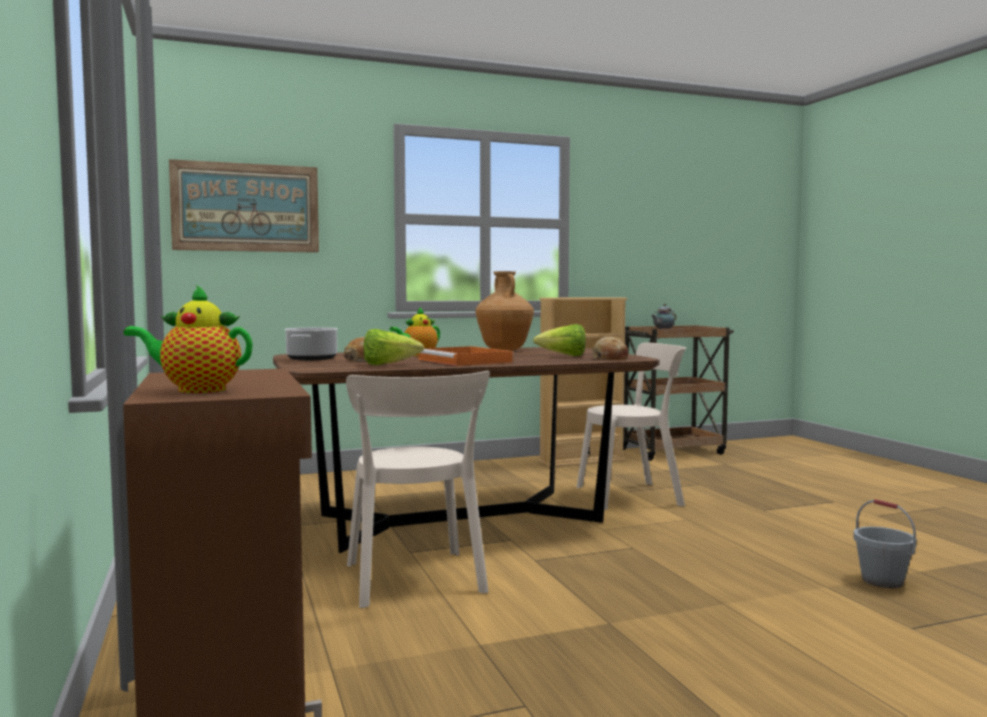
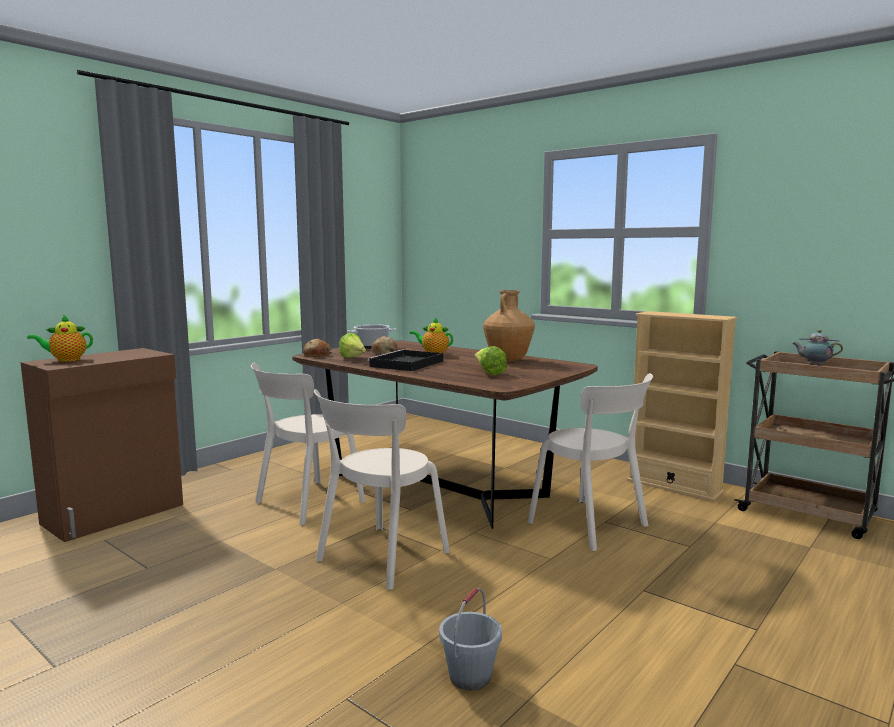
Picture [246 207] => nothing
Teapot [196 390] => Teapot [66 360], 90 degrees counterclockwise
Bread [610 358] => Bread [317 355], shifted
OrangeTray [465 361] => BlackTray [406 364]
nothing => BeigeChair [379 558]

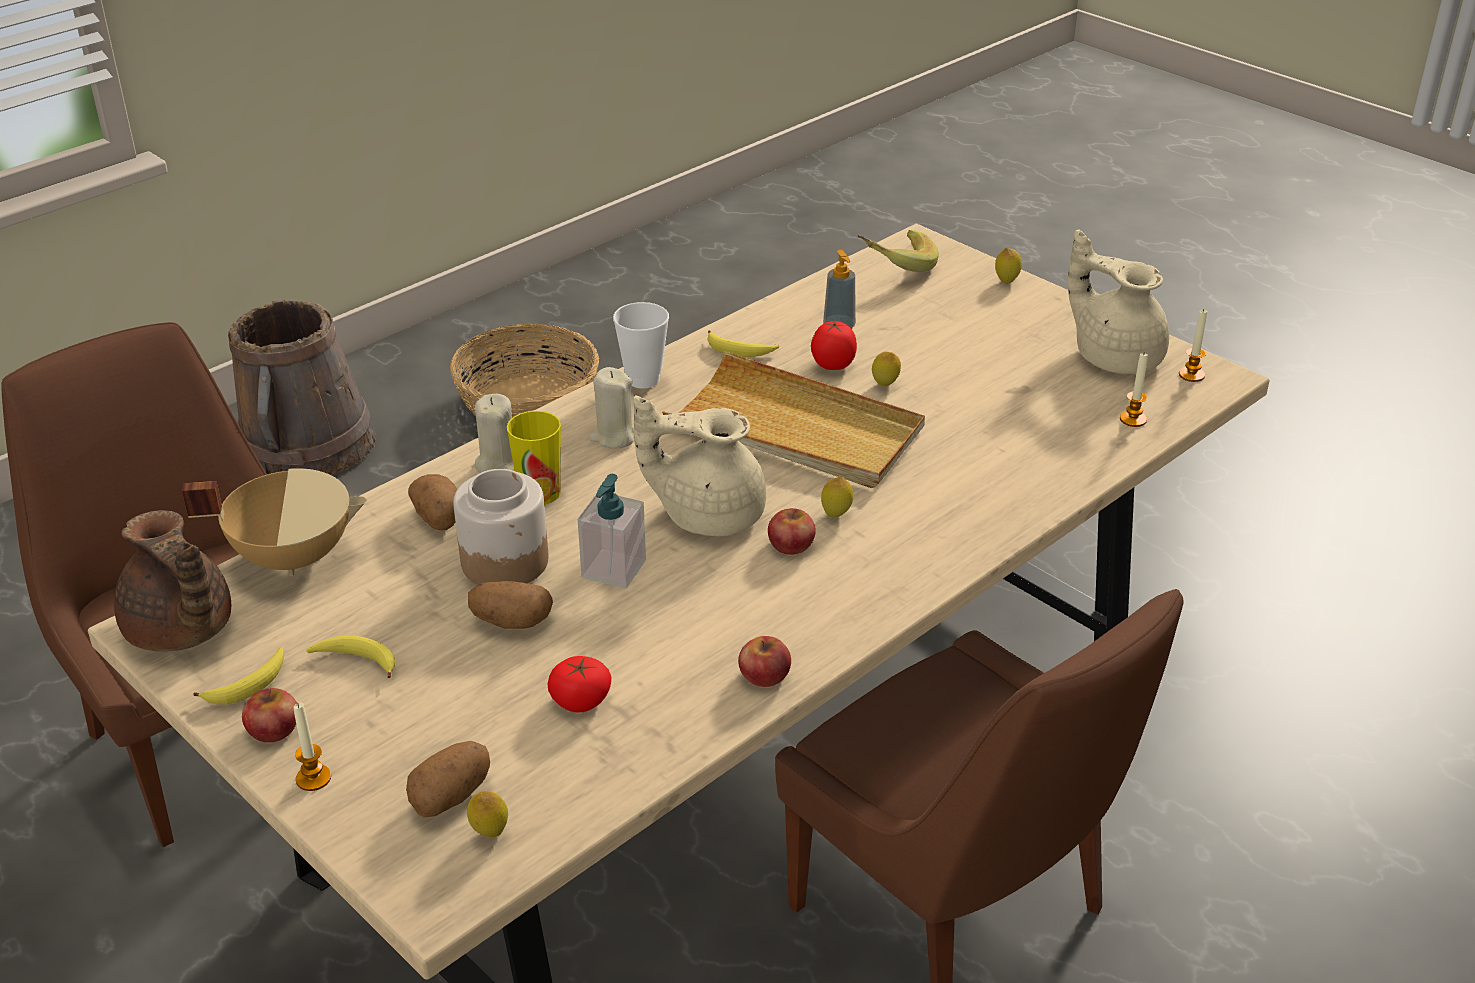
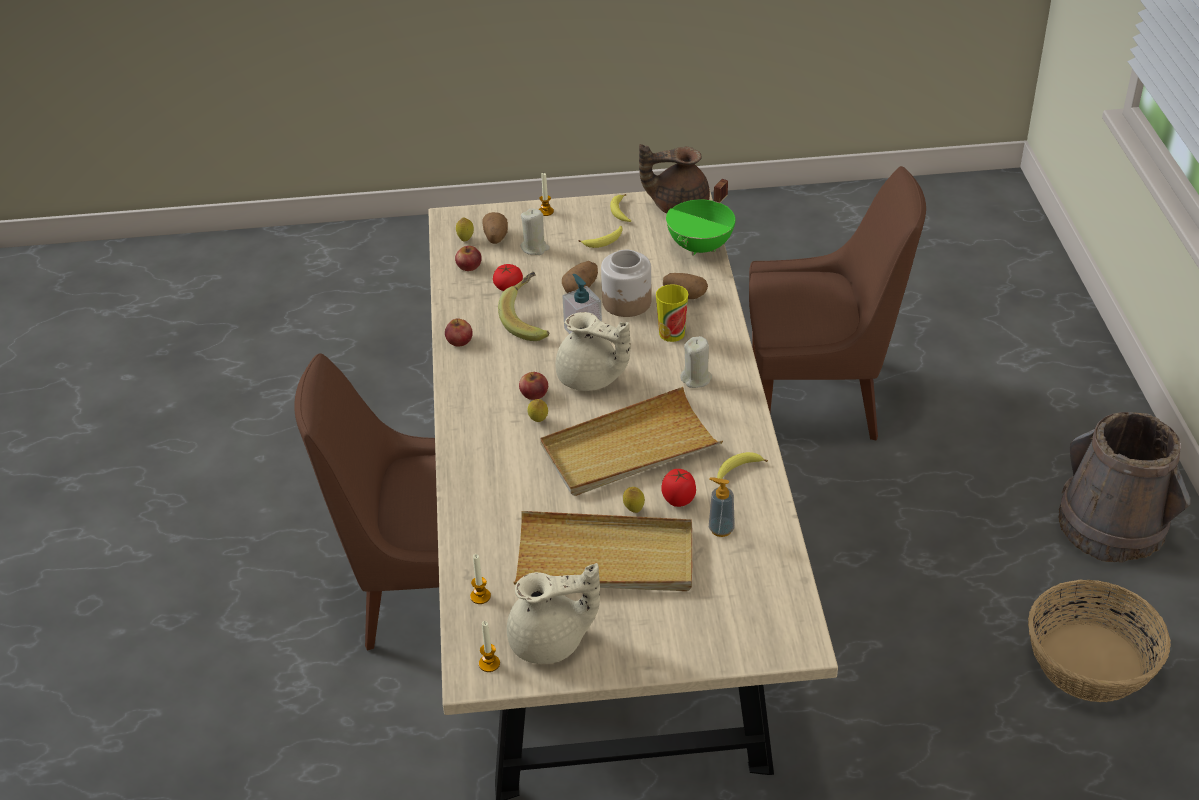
Banana [894 265] => Banana [530 320], shifted
Lemon [1006 281] => nothing
Cup [643 379] => nothing
BeigeCandle [497 463] => BeigeCandle [535 248], shifted
BeigeTeapot [708 513] => BeigeTeapot [590 379], 75 degrees clockwise
BeigeCookingPot [293 556] => GreenCookingPot [701 247]
Apple [273 729] => Apple [469 266], shifted
nothing => BeigeTray [605 558]

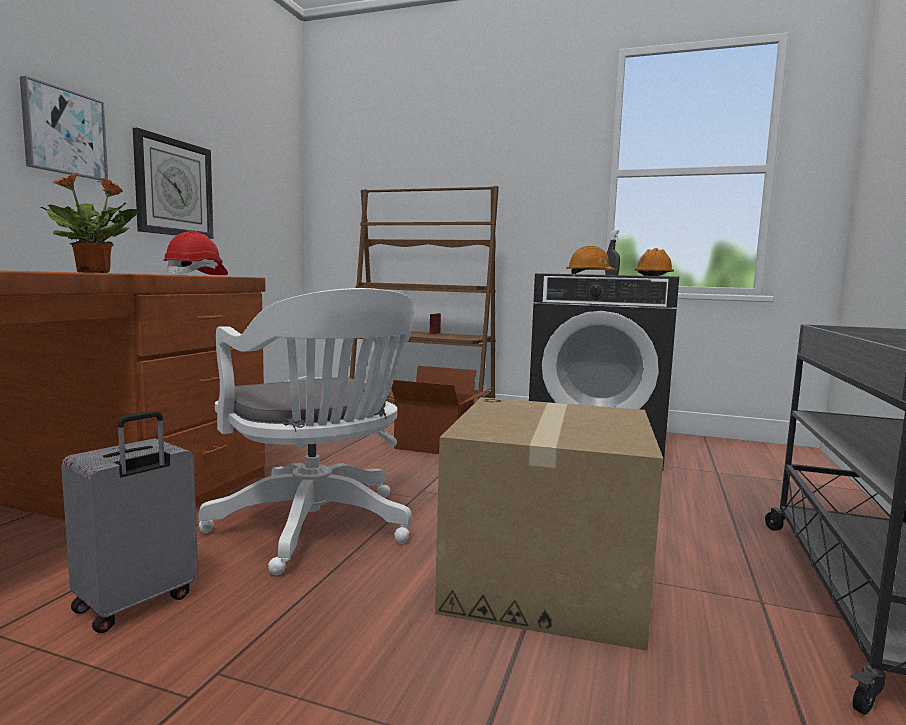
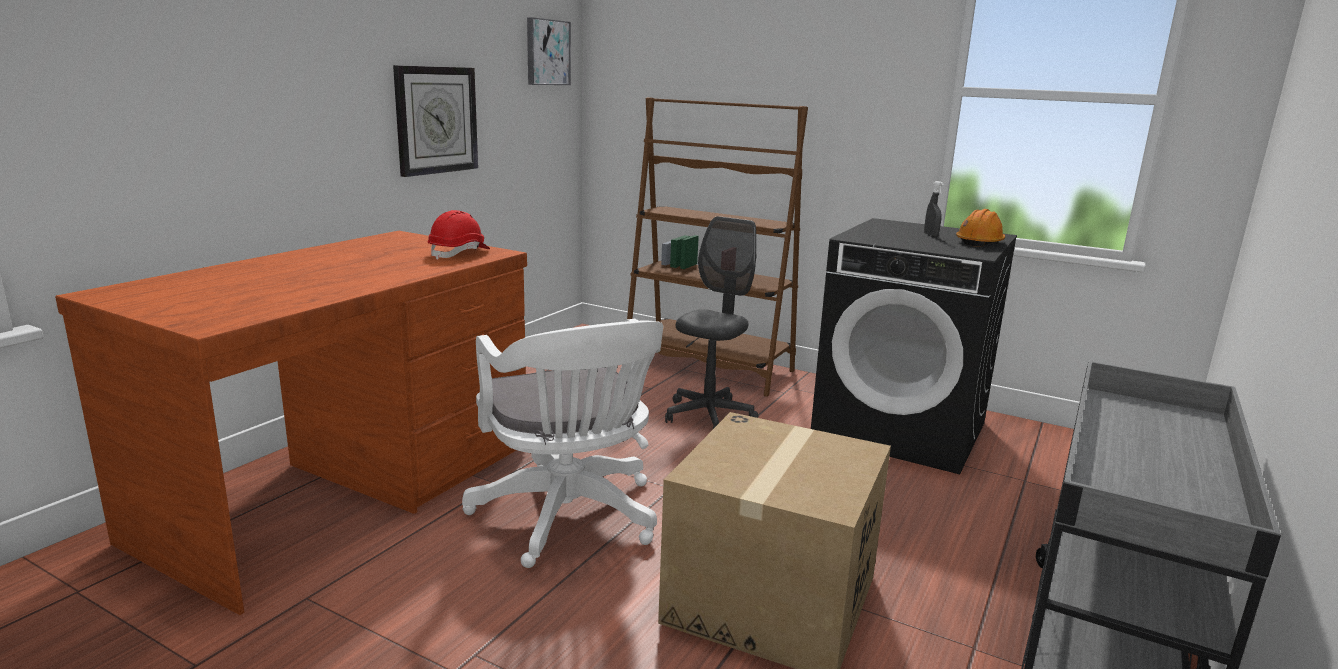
Picture [64 132] => Picture [547 52], shifted
PottedPlant [95 272] => nothing
OrangeHardHat [590 274] => nothing
CardboardBox [433 445] => GreyOfficeChair [709 416]
GreySuitcase [136 604] => nothing

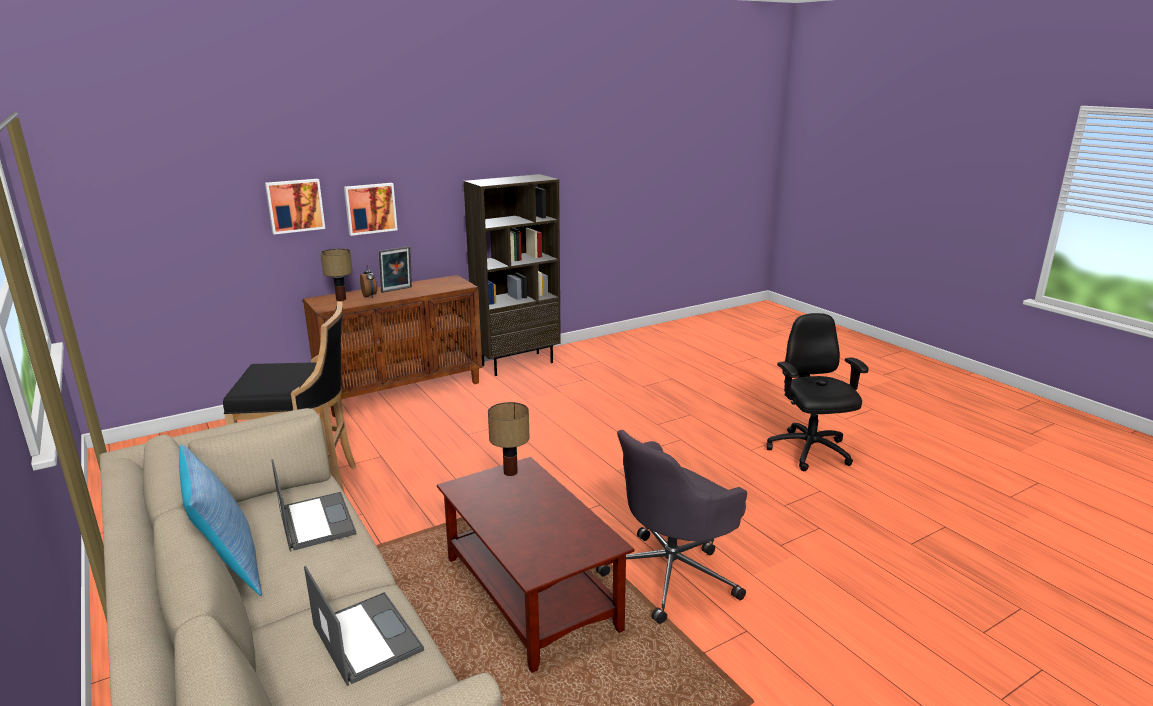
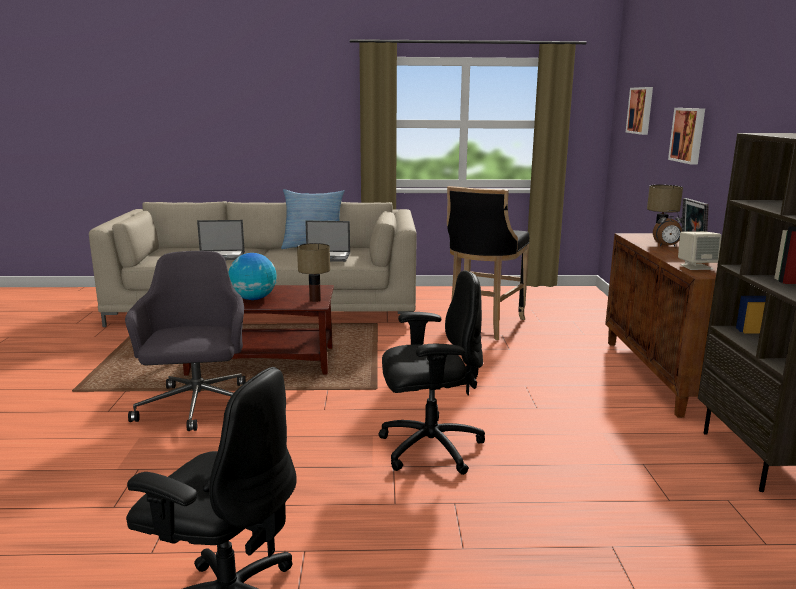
Picture [370 208] => Picture [641 110], shifted
nothing => BeigeSpeaker [696 267]
nothing => Globe [253 299]
nothing => BlackOfficeChair [429 448]

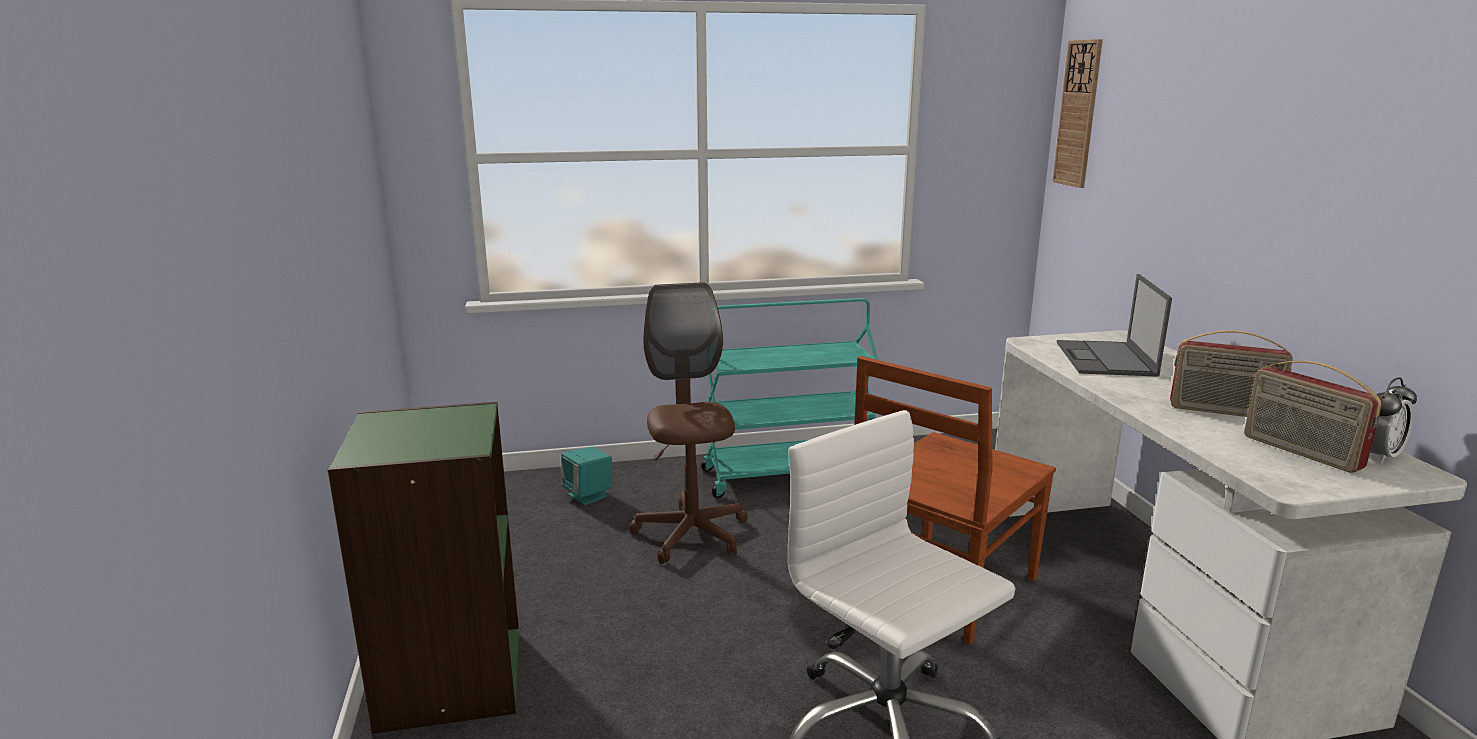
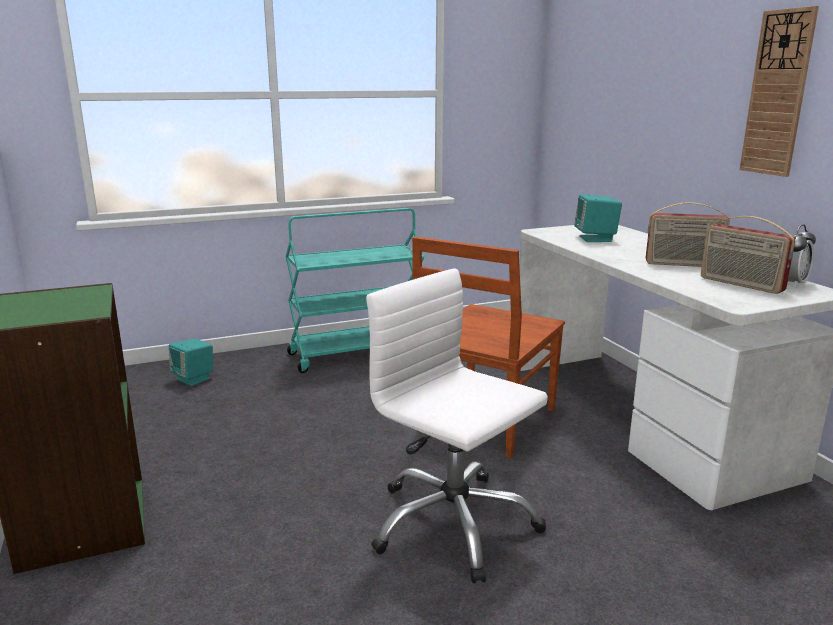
WallClock [1078 114] => WallClock [778 93], shifted
Laptop [1106 359] => TurquoiseSpeaker [595 239]
BrownOfficeChair [691 535] => nothing

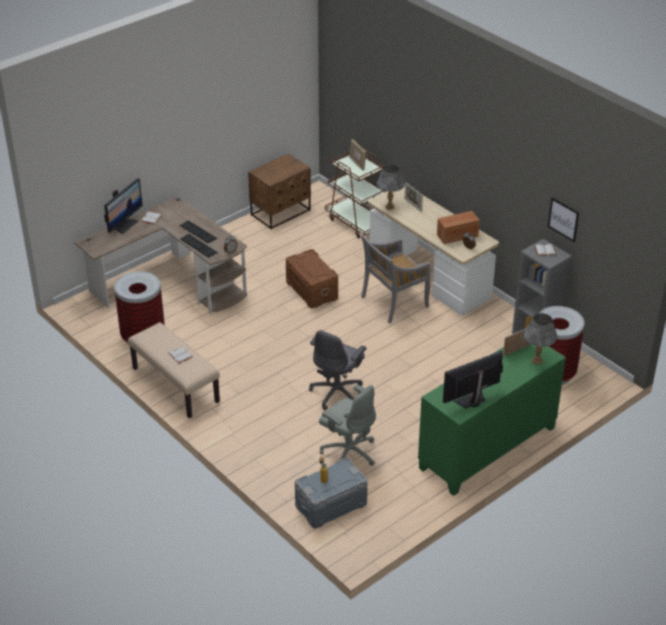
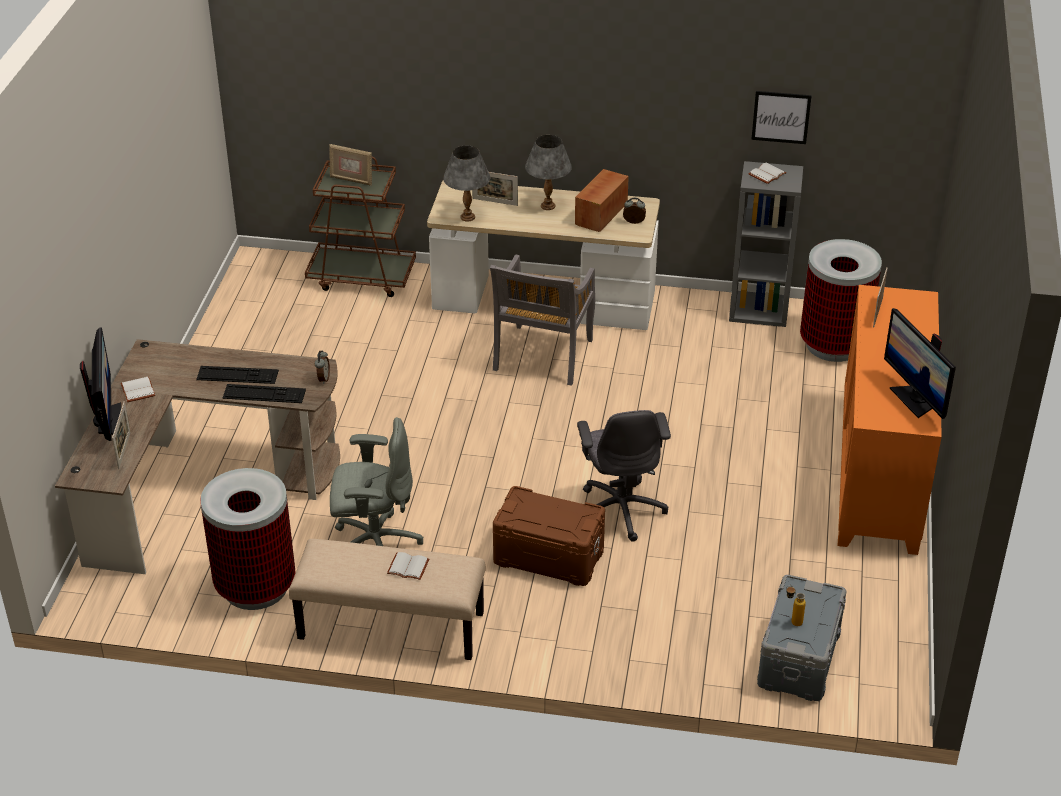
BrownNightstand [281 213] => nothing
BrownStorageBox [312 290] => BrownStorageBox [549 555], shifted
GreyTableLamp [537 361] => GreyTableLamp [548 206], shifted
GreenCabinet [488 448] => OrangeCabinet [880 474]
Monitor [472 401] => Monitor [915 399], 45 degrees counterclockwise
GreyOfficeChair [348 452] => GreyOfficeChair [374 545], shifted
nothing => PictureFrame [124 450]

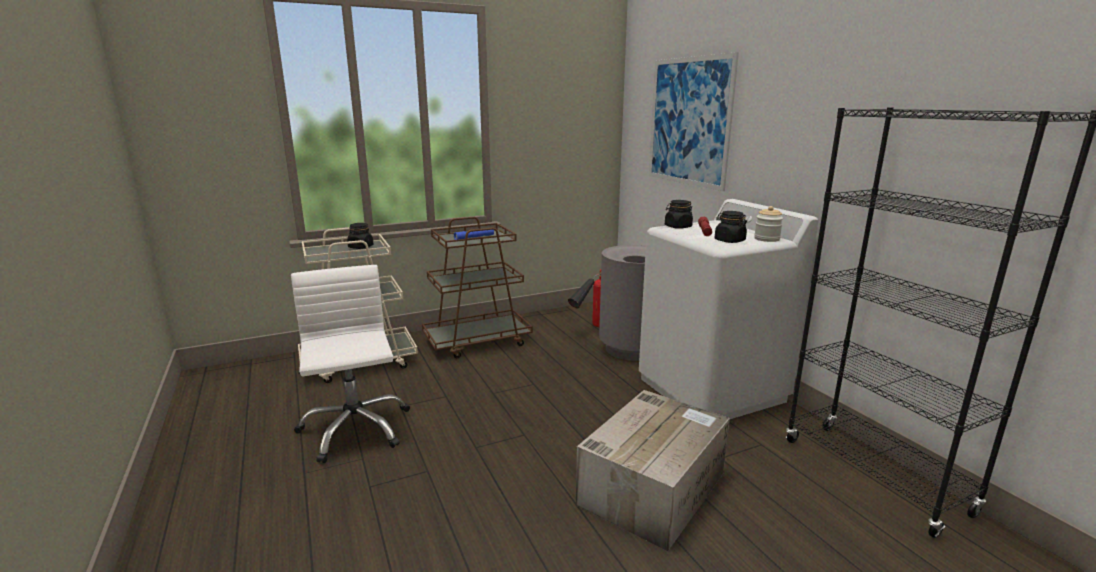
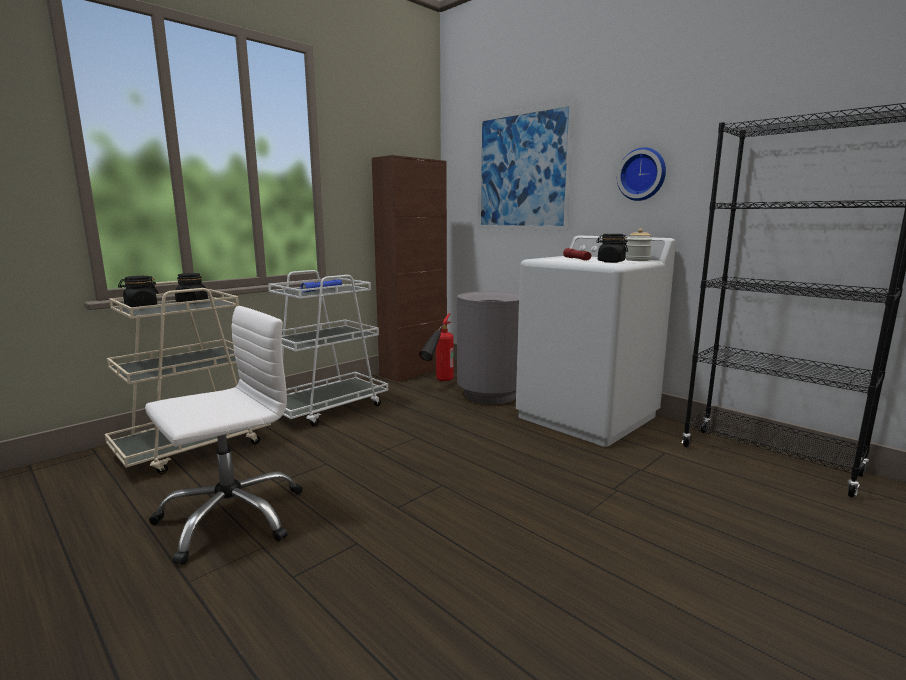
BlackJar [678 227] => BlackJar [141 306], shifted
BrownCart [478 341] => WhiteCart [328 408]
WhiteOfficeChair [354 429] => WhiteOfficeChair [231 517], 90 degrees clockwise
CardboardBox [653 487] => nothing
nothing => WallClock [642 174]
nothing => BrownCabinet [414 371]

